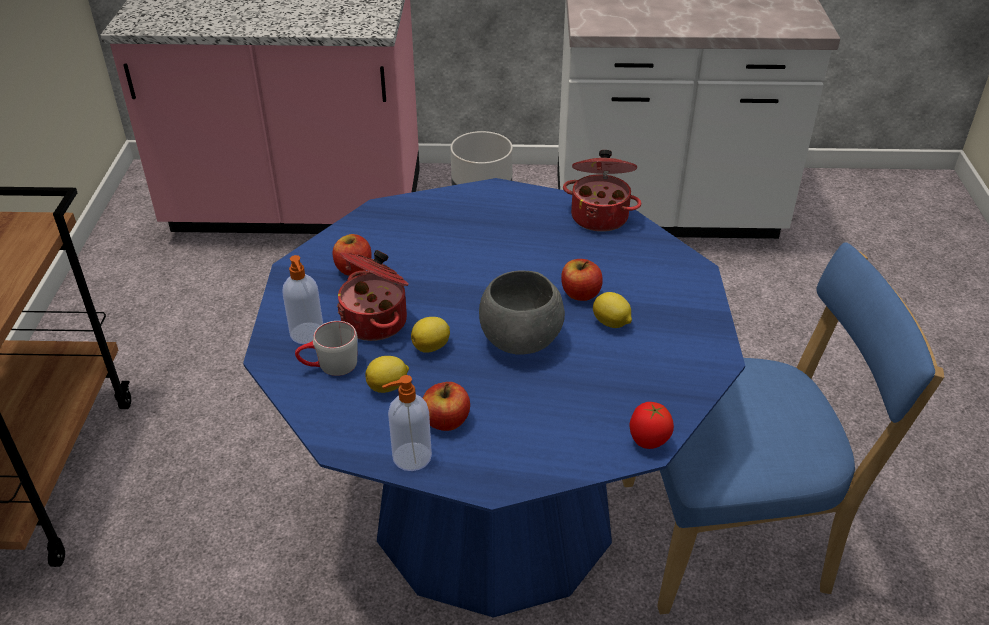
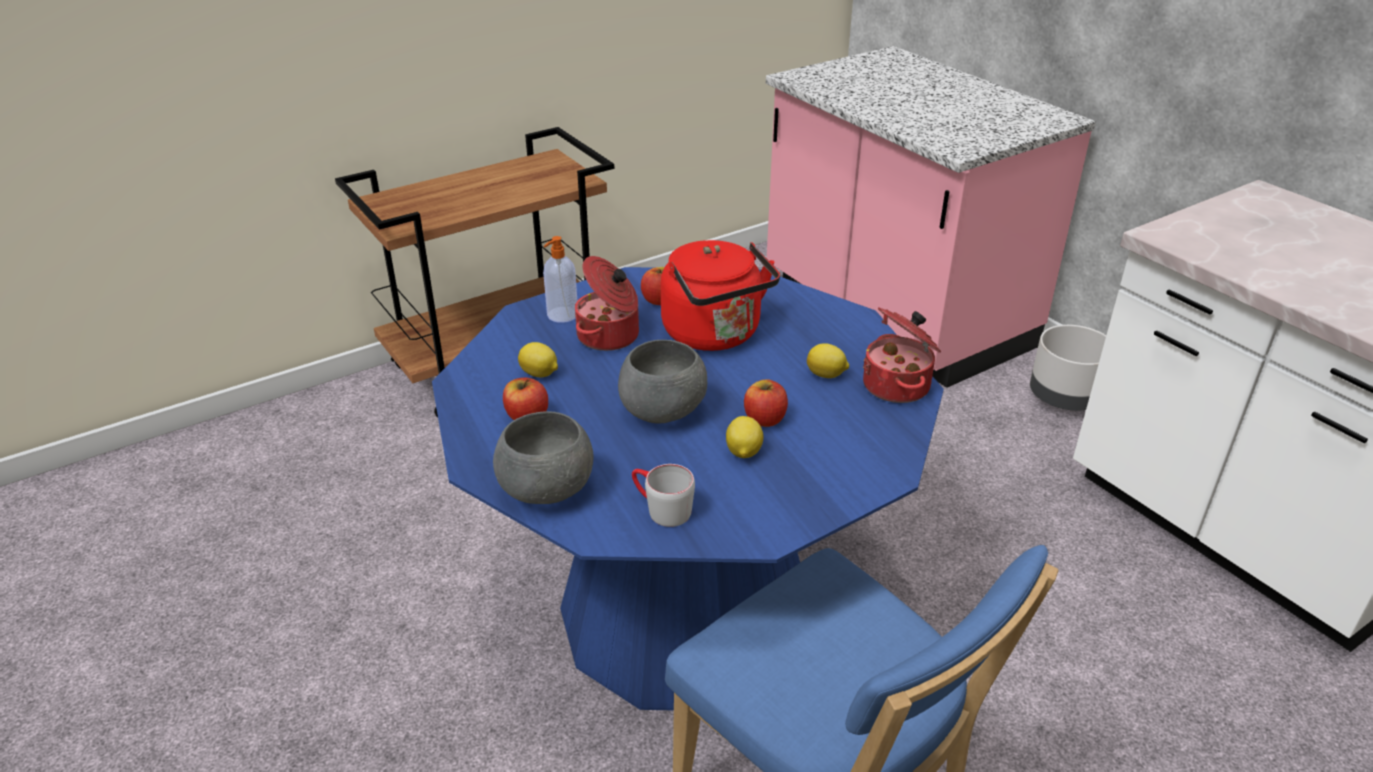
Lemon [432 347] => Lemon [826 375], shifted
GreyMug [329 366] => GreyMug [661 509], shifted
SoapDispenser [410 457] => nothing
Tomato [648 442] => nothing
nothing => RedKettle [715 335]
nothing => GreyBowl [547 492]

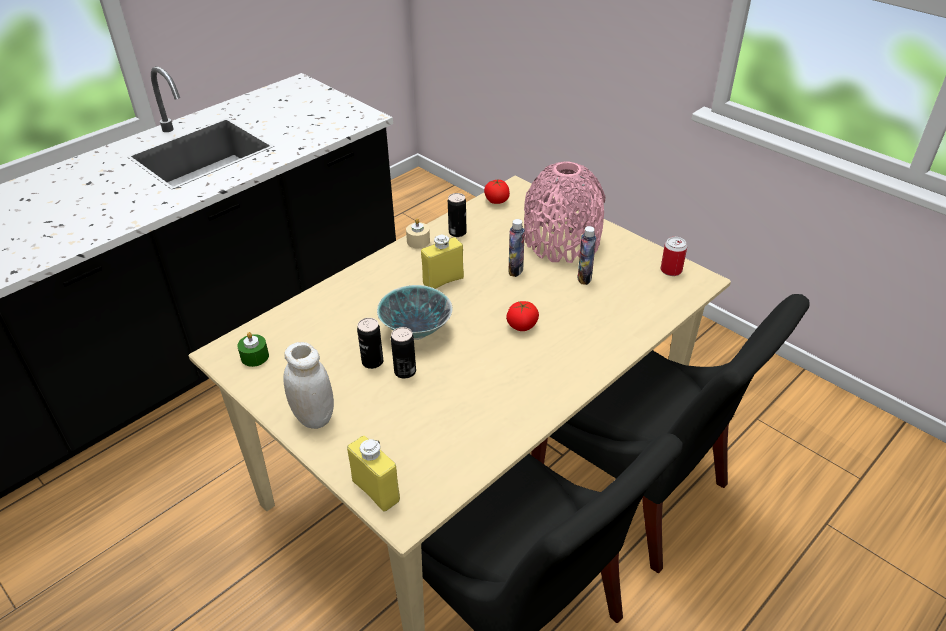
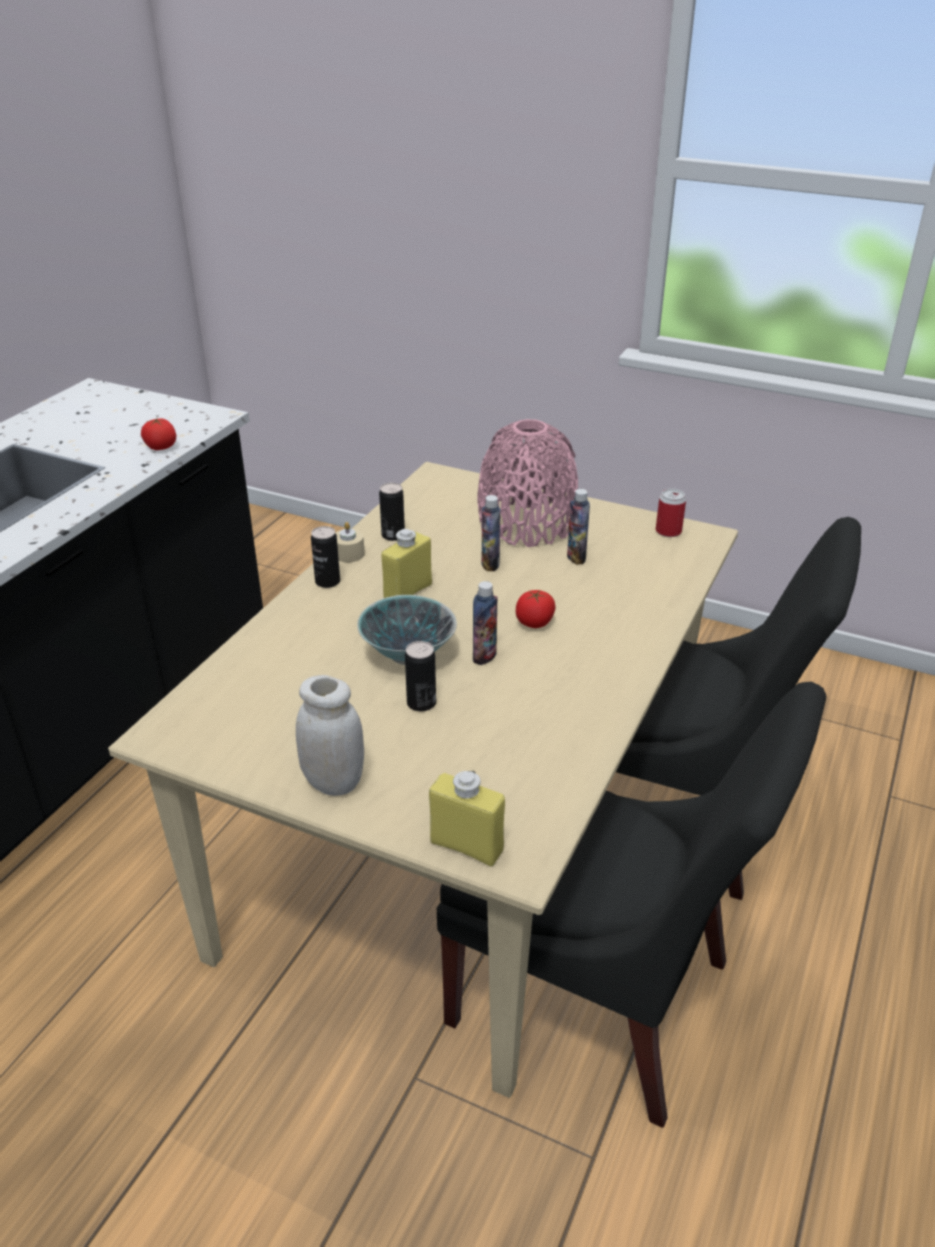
Tomato [497 201] => Tomato [161 447], shifted
Can [372 362] => Can [327 582], shifted
GreenCandle [255 357] => nothing
nothing => Bottle [484 656]

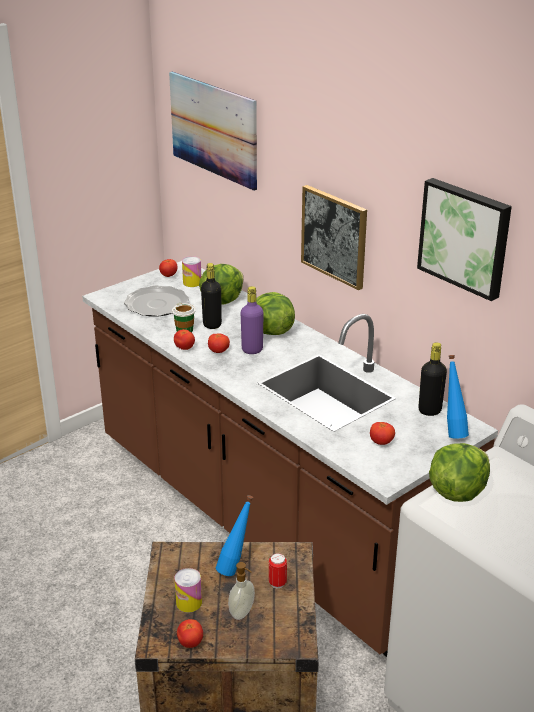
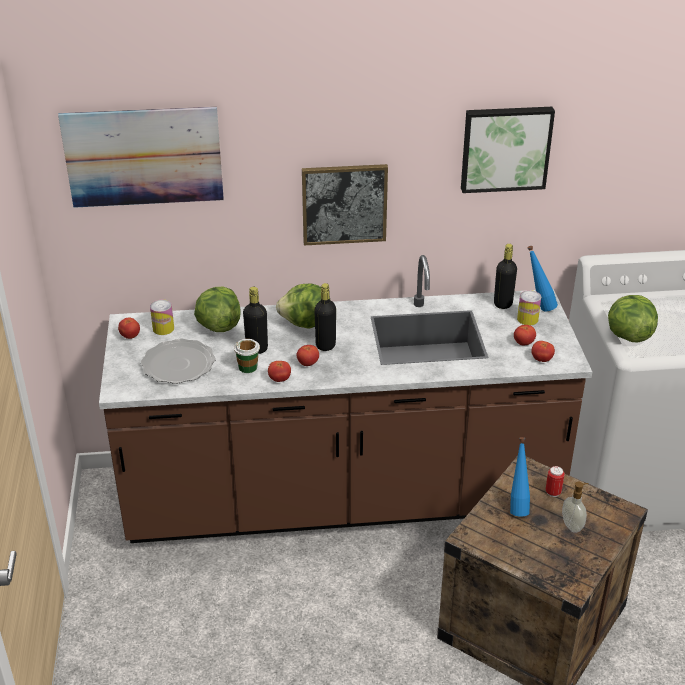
PurpleBottle [252 350] => BlackBottle [325 345]
Can [189 602] => Can [527 319], shifted
Tomato [190 642] => Tomato [541 359], shifted

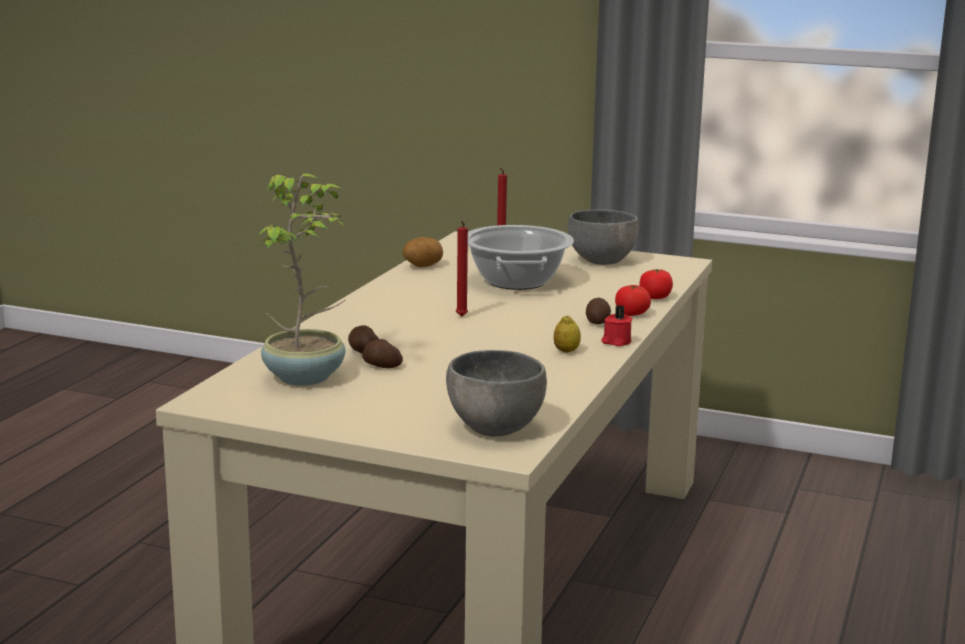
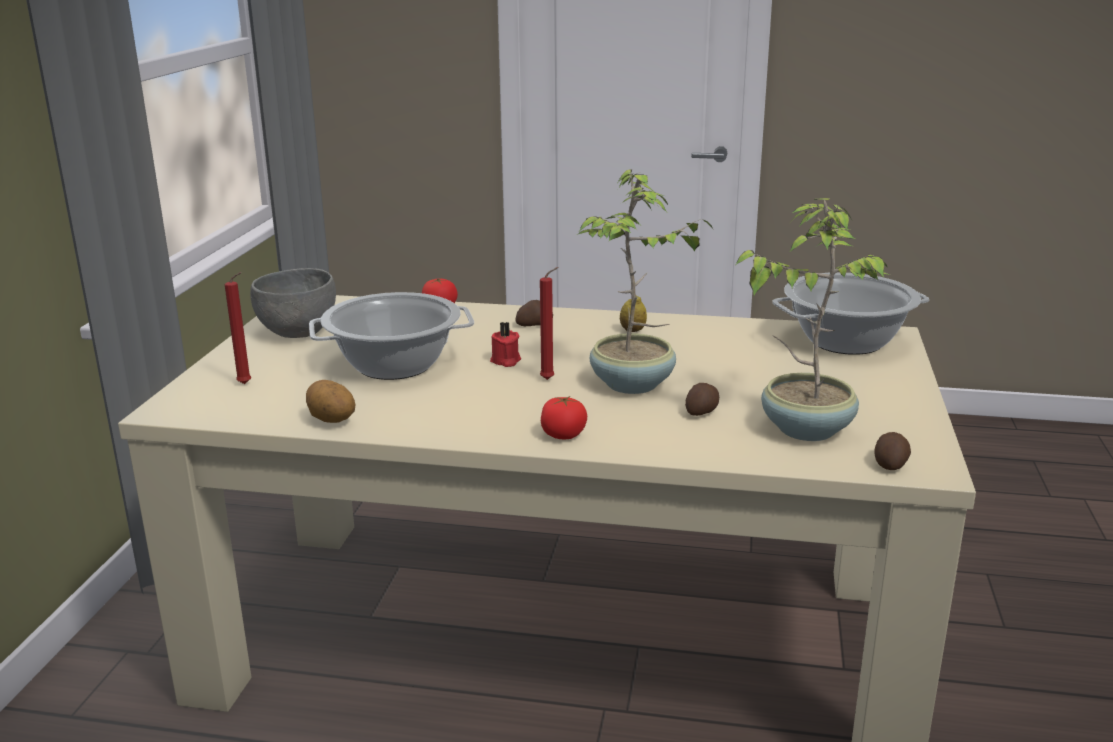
Tomato [631 314] => Tomato [563 435], shifted
RedCandle [616 342] => RedCandle [505 361], shifted
Potato [381 366] => Potato [890 463], shifted
GreyBowl [495 428] => CookingPot [846 341]
nothing => PottedPlant [633 385]

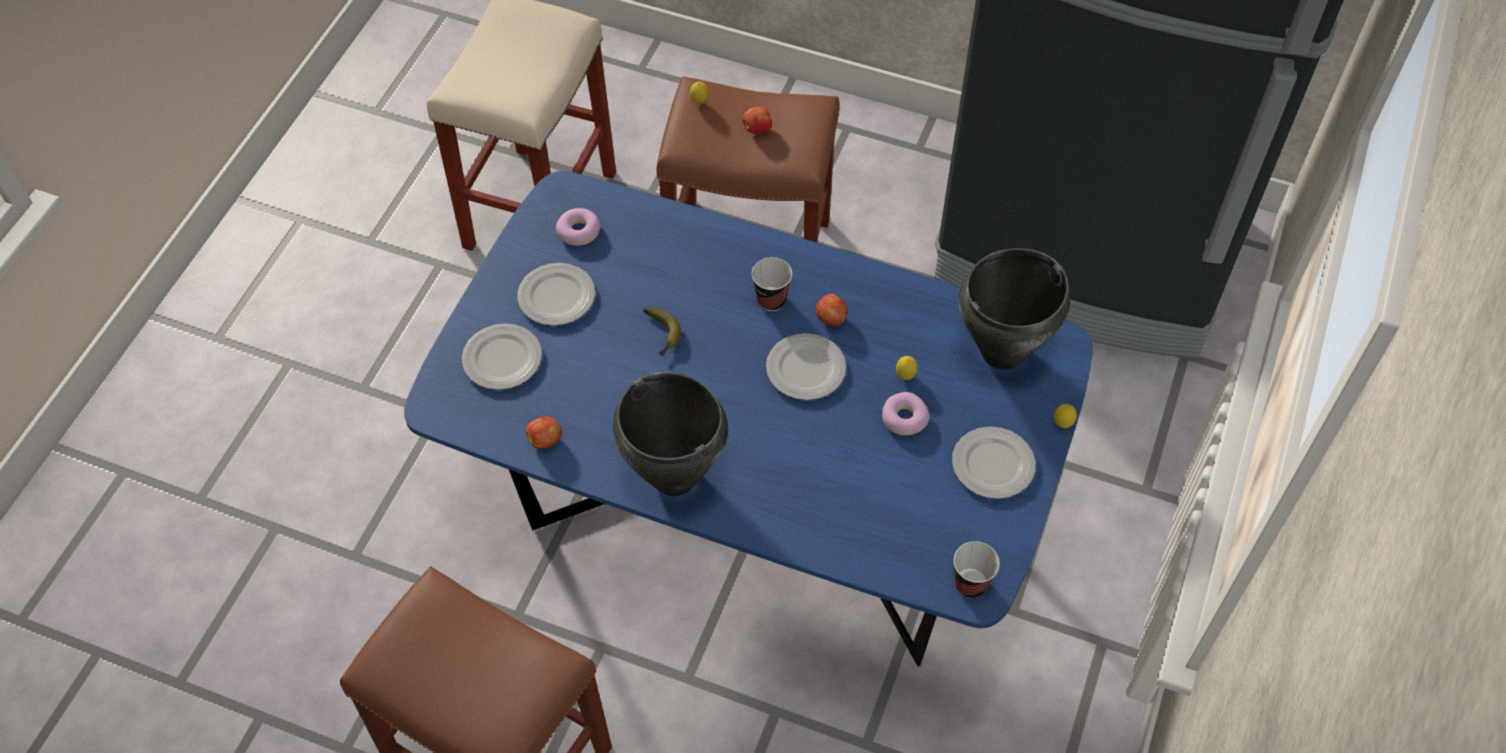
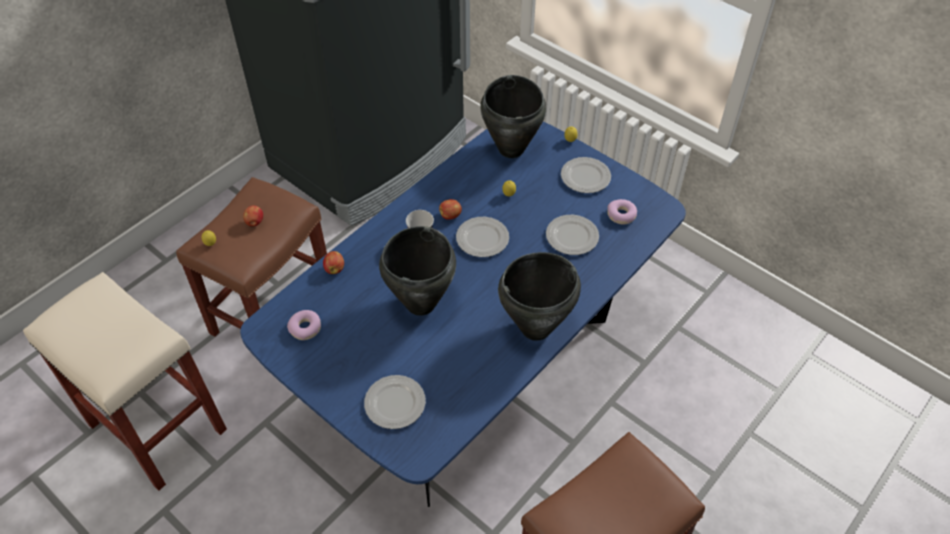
Plate [556 297] => Plate [572 237], shifted
Banana [663 335] => BlackCookingPot [420 304]
Donut [904 419] => Donut [621 215], shifted
Apple [545 440] => Apple [334 268], shifted
Cup [970 584] => nothing

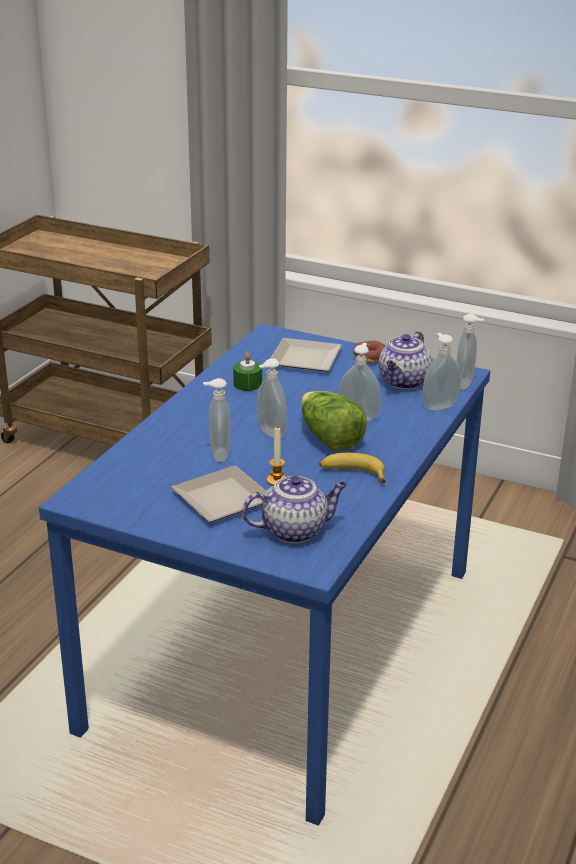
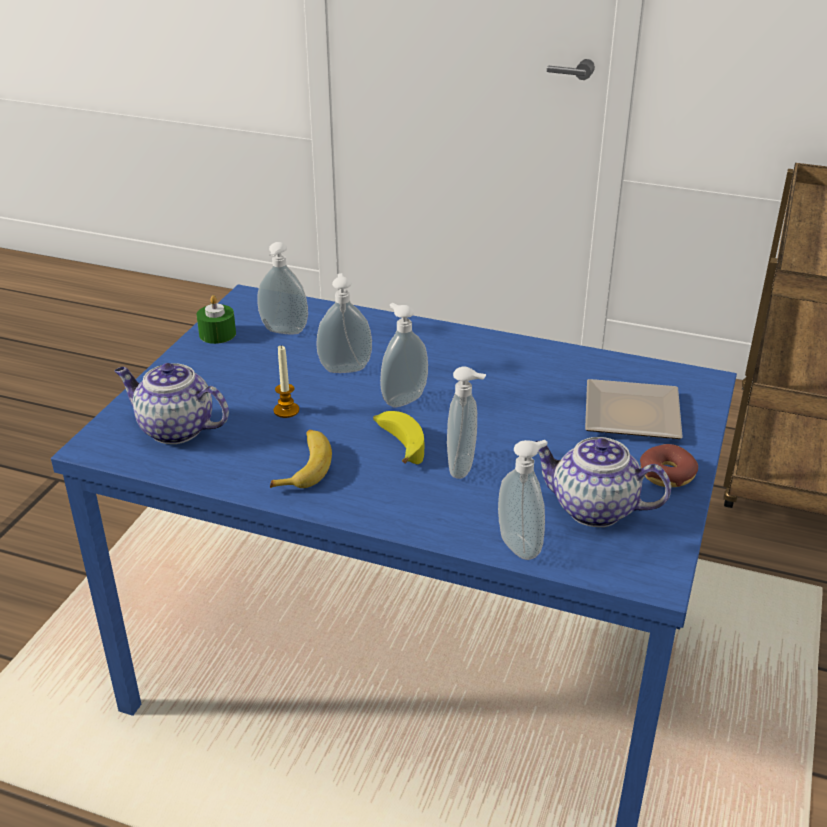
SoapDispenser [466 384] => SoapDispenser [283 332], shifted
GreenCandle [247 384] => GreenCandle [217 334], shifted
Lettuce [329 438] => Banana [398 444]
Plate [226 499] => nothing
Teapot [295 530] => Teapot [174 429], 135 degrees clockwise

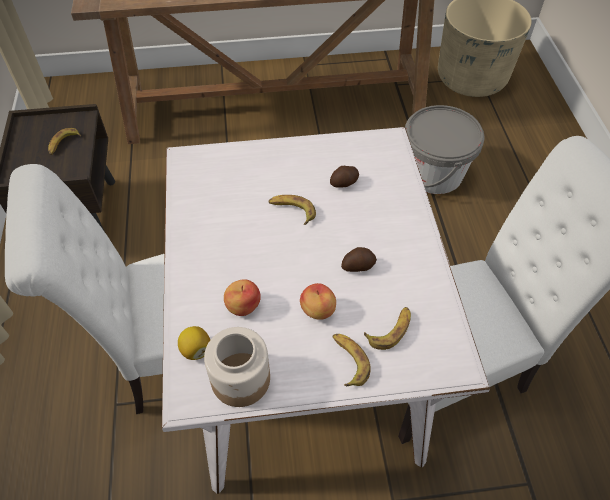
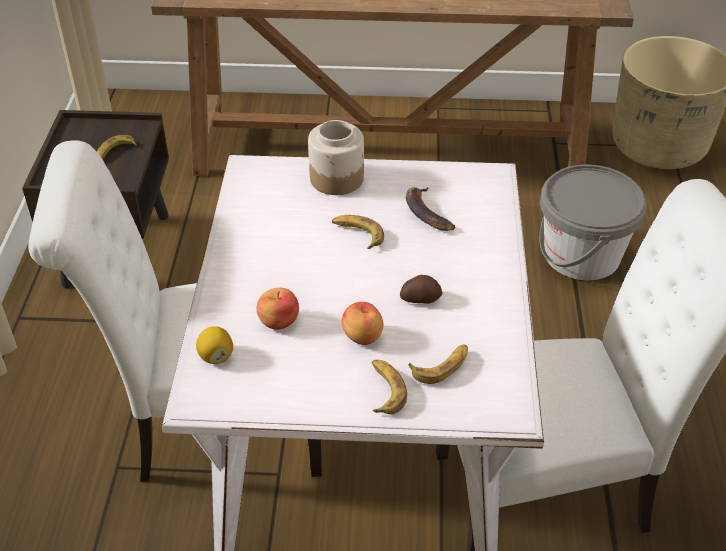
Potato [344 183] => Banana [427 213]
Jar [241 379] => Jar [337 178], shifted

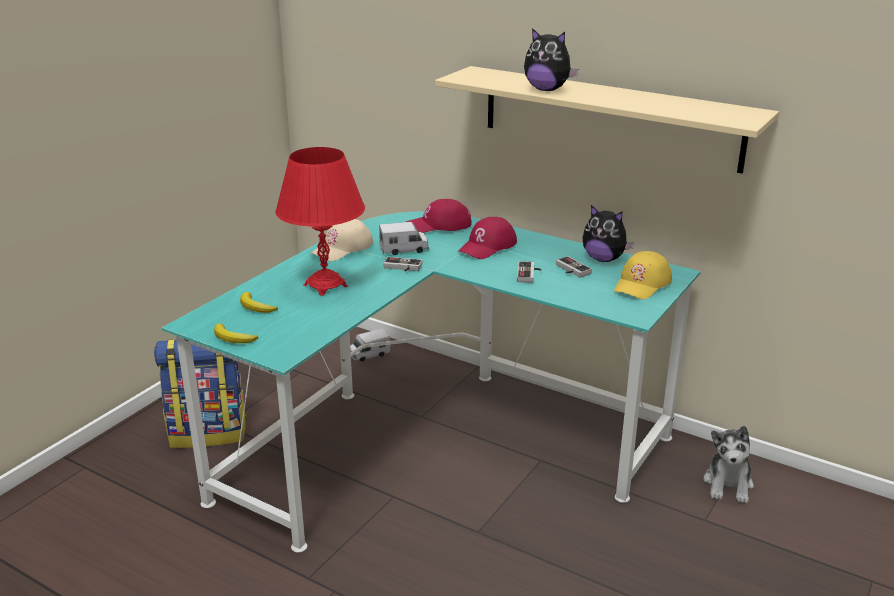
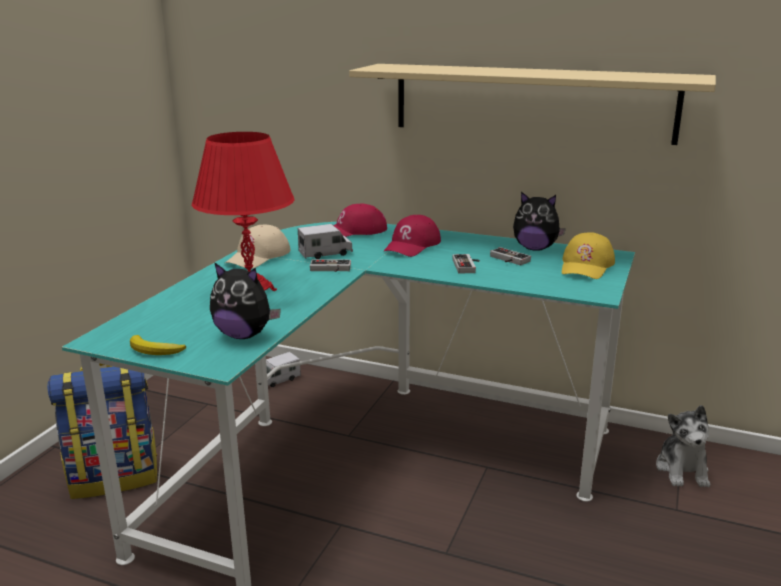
PlushToy [547 90] => PlushToy [244 335], shifted
Banana [256 307] => nothing

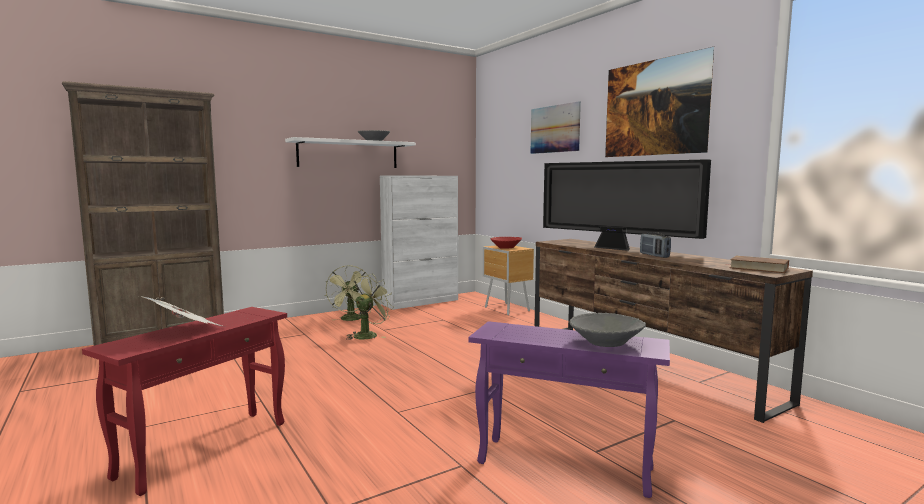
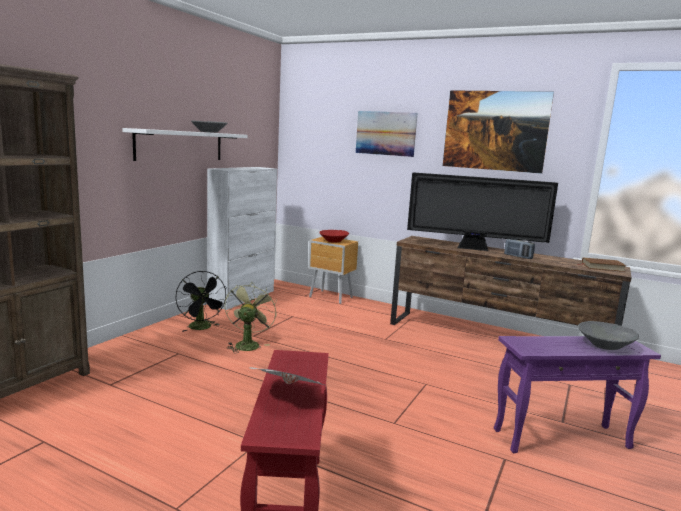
GreenFan [351 320] => BlackFan [202 328]

